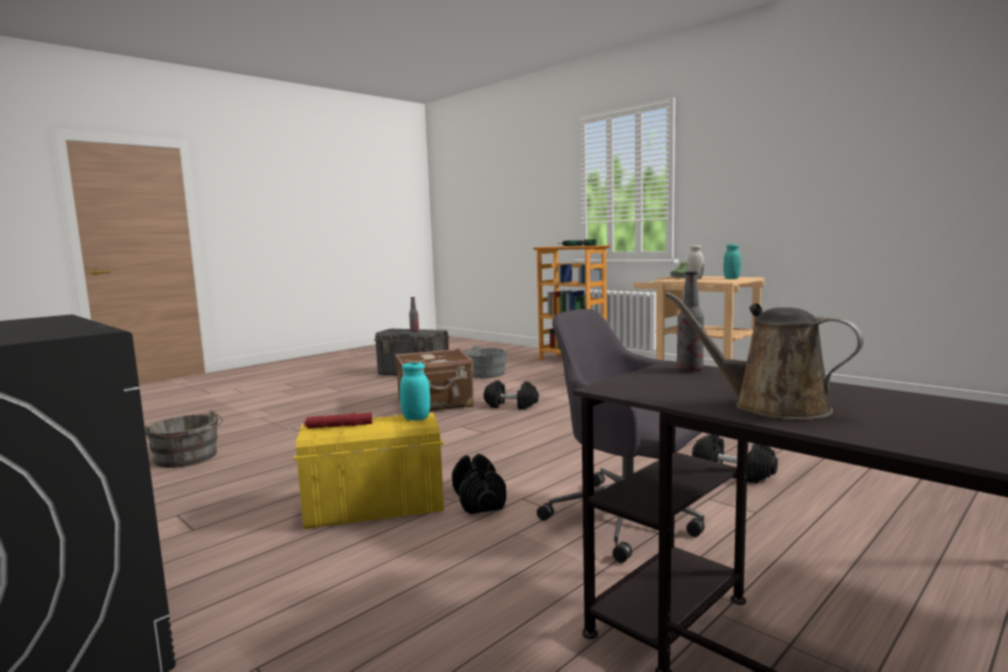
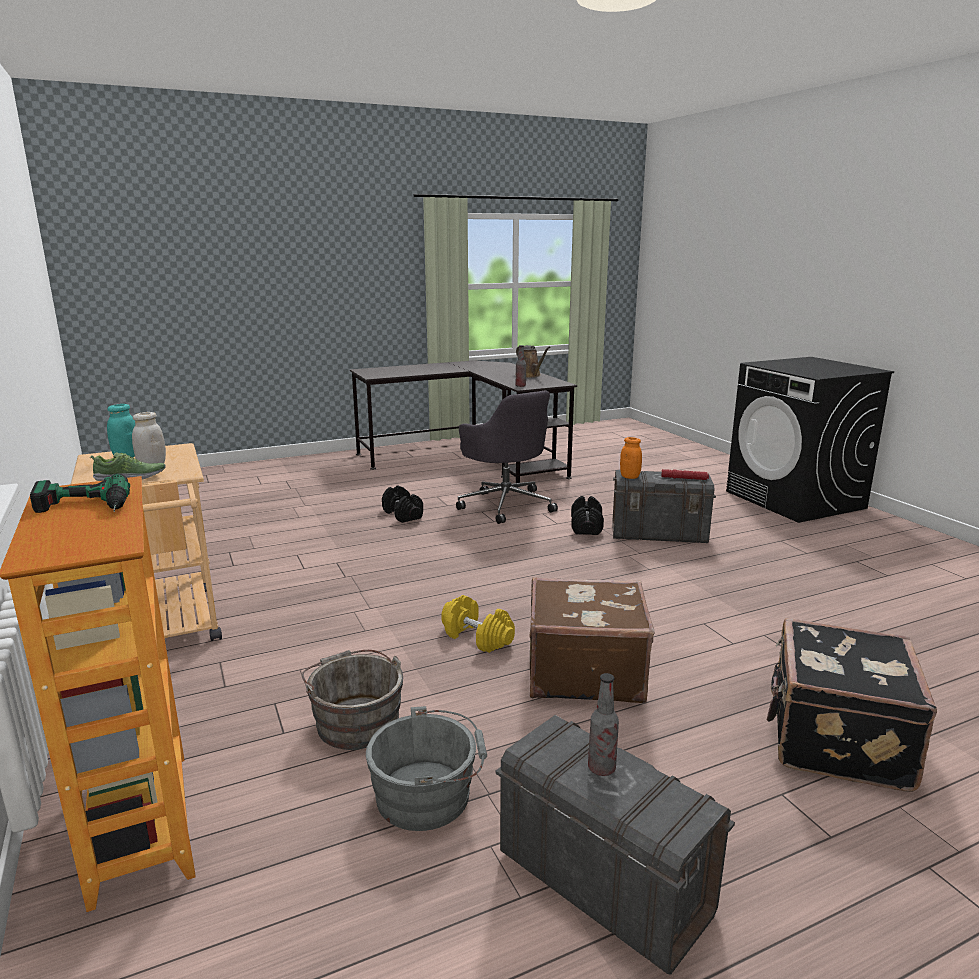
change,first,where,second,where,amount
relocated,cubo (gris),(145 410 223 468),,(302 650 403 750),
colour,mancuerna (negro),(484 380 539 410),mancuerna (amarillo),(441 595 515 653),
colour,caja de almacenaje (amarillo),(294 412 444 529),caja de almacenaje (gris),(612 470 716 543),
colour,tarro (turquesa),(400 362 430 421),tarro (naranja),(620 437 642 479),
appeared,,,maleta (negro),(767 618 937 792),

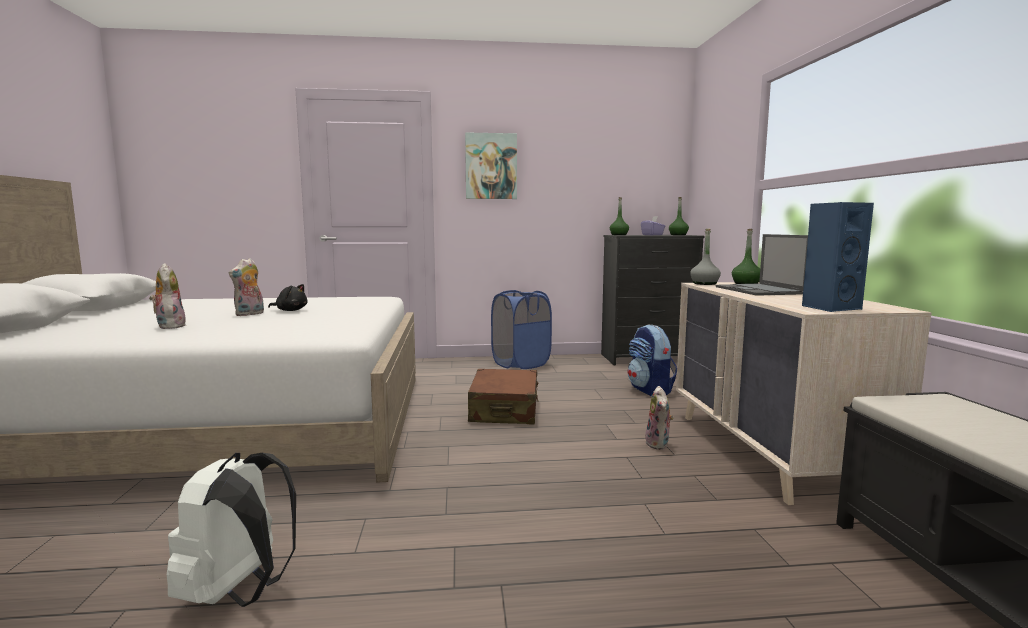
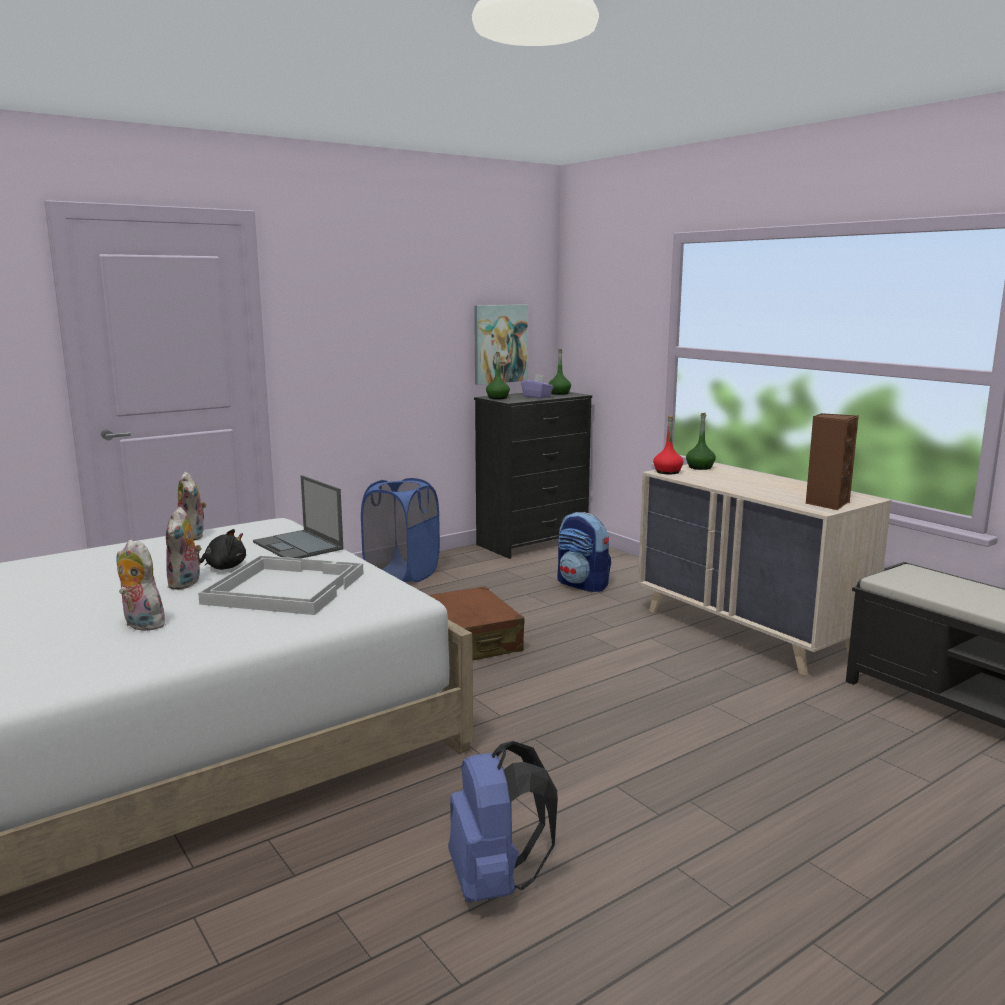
change,first,where,second,where,amount
relocated,peluche,(645 386 674 450),,(178 472 206 541),
appeared,,,bandeja (blanco),(198 555 364 615),
relocated,portátil,(715 234 808 296),,(253 475 343 559),
colour,mochila (blanco),(167 453 296 607),mochila (azul),(448 741 558 902),
relocated,cuadro,(465 132 517 199),,(474 304 528 385),
colour,botella (gris),(690 229 721 285),botella (rojo),(653 416 683 474),
colour,altavoz (azul),(802 202 874 312),altavoz (marrón),(805 413 859 510),

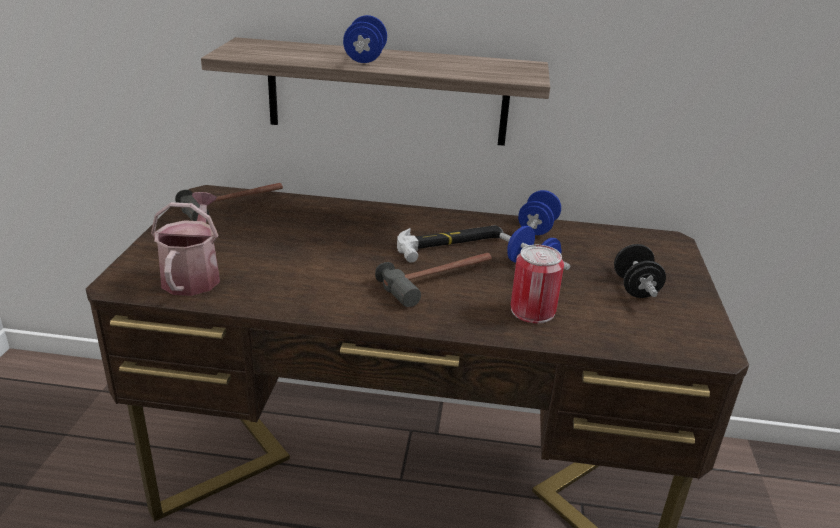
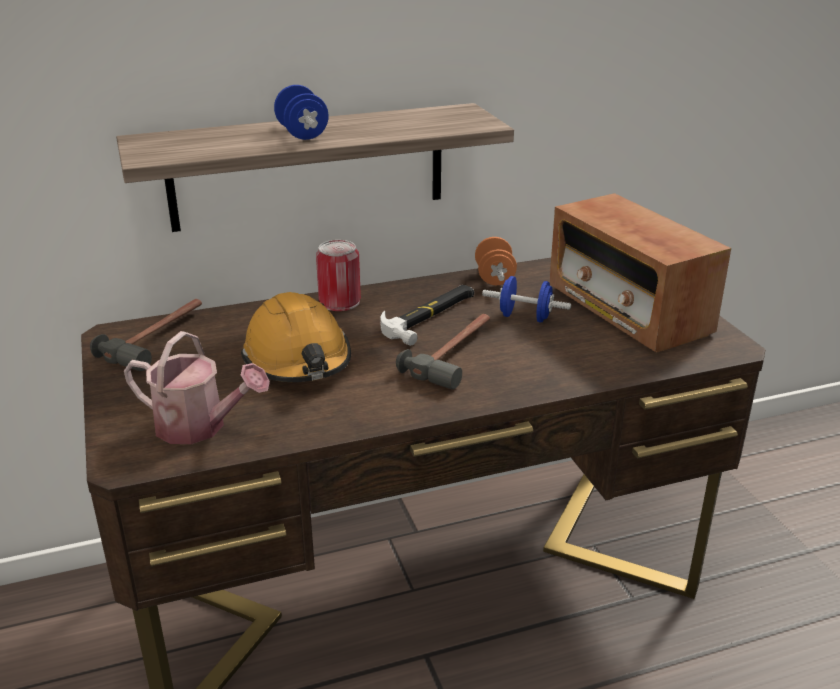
change,first,where,second,where,amount
spun,regadera,(151 192 220 296),,(124 331 270 444),135 degrees clockwise
appeared,,,casco (naranja),(241 292 351 382),
relocated,lata,(511 245 564 323),,(316 240 361 311),
colour,mancuerna (azul),(518 190 561 235),mancuerna (naranja),(475 237 517 285),
exchanged,mancuerna (negro),(614 244 666 298),radio,(549 193 731 353),

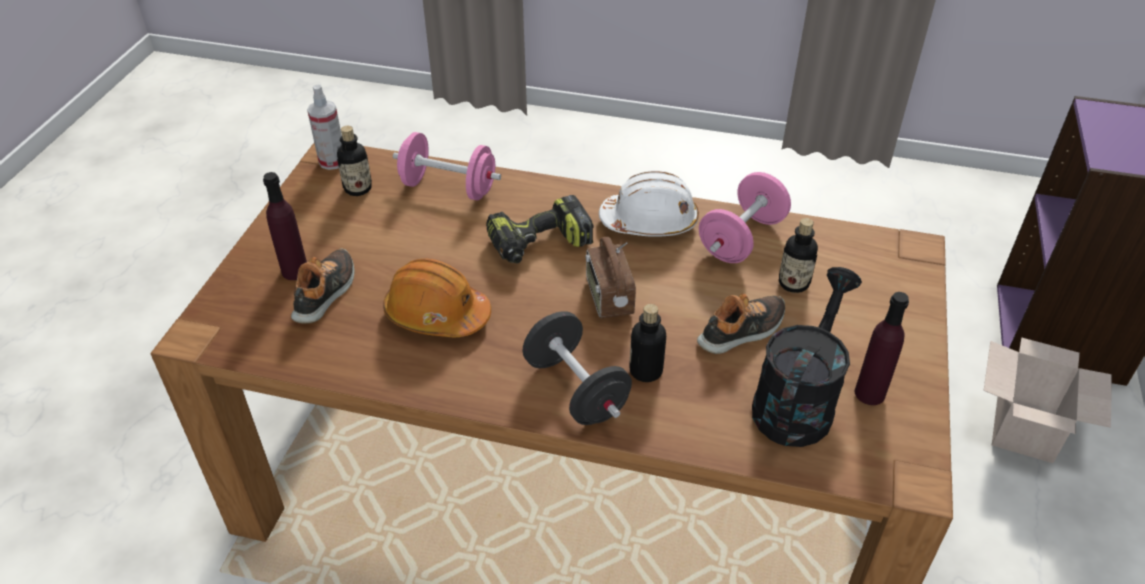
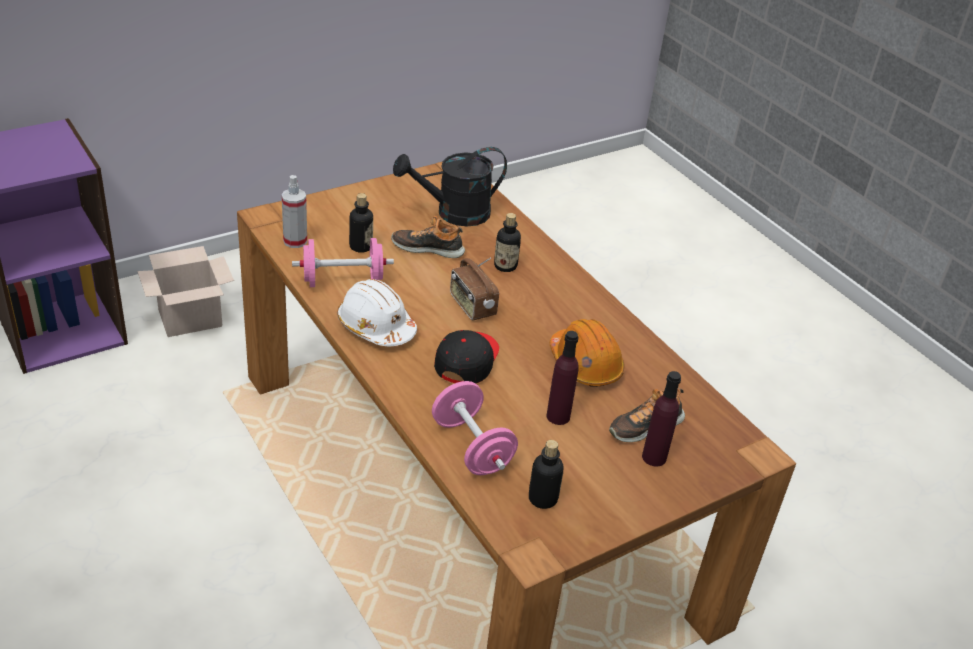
change,first,where,second,where,amount
relocated,pulverizador,(307 85 342 170),,(282 175 307 248),
exchanged,taladro,(486 195 594 264),gorra (negro),(434 330 499 383),
spun,radio,(585 237 636 318),,(450 258 499 321),120 degrees clockwise
relocated,botella (morado),(855 292 909 405),,(547 331 578 425),
missing,mancuerna (negro),(523 311 632 425),,,

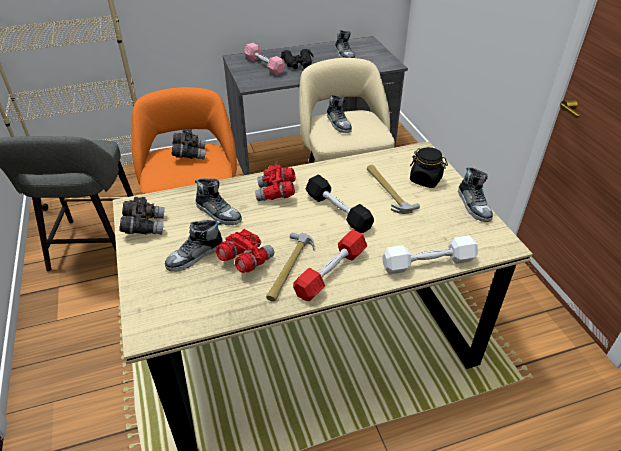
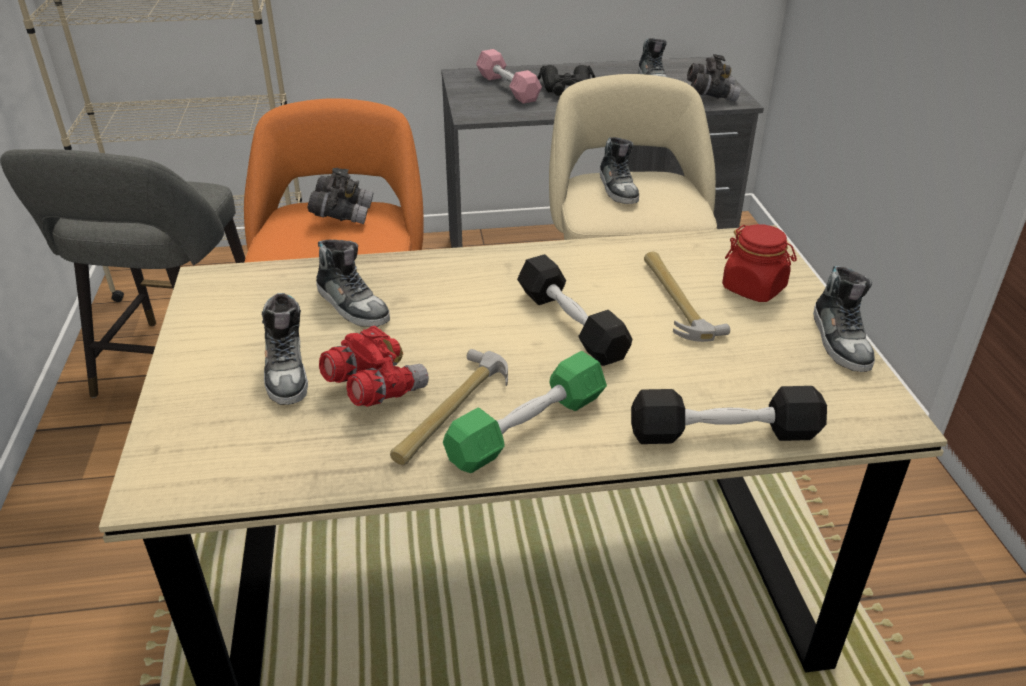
change,first,where,second,where,amount
spun,zapato,(165 220 223 272),,(262 293 308 405),75 degrees counterclockwise
colour,mancuerna (rojo),(293 229 367 301),mancuerna (verde),(443 351 607 473),
colour,mancuerna (blanco),(382 235 478 274),mancuerna (negro),(631 386 827 444),
relocated,prismáticos (gris),(119 197 165 235),,(687 54 741 101),
colour,tarro (negro),(410 147 448 188),tarro (rojo),(722 224 797 302),
missing,prismáticos (rojo),(255 165 296 201),,,

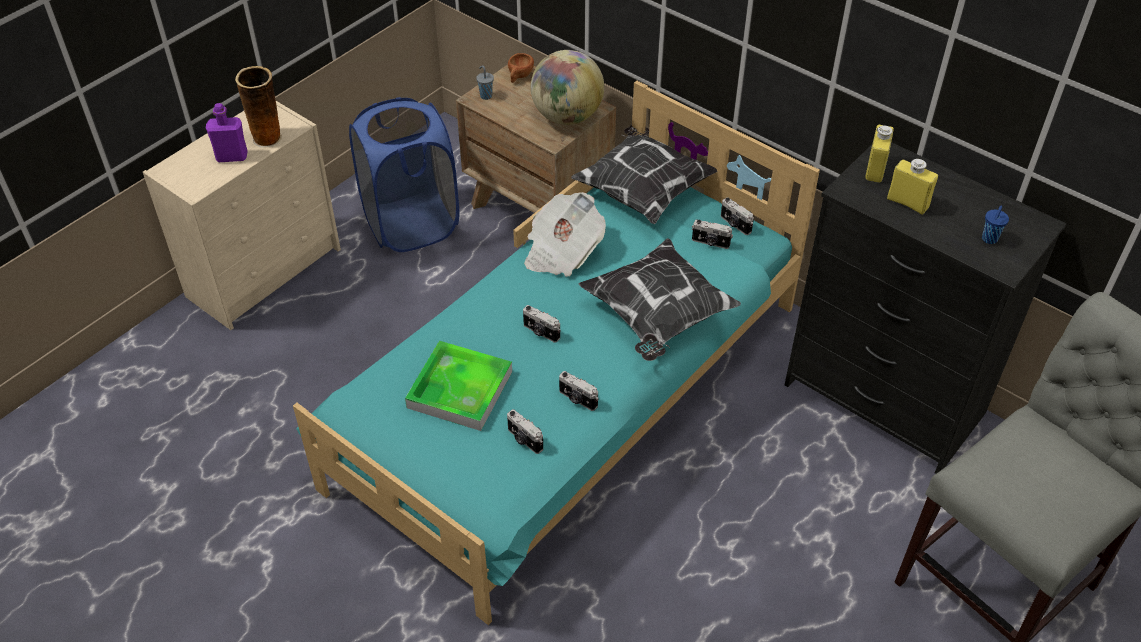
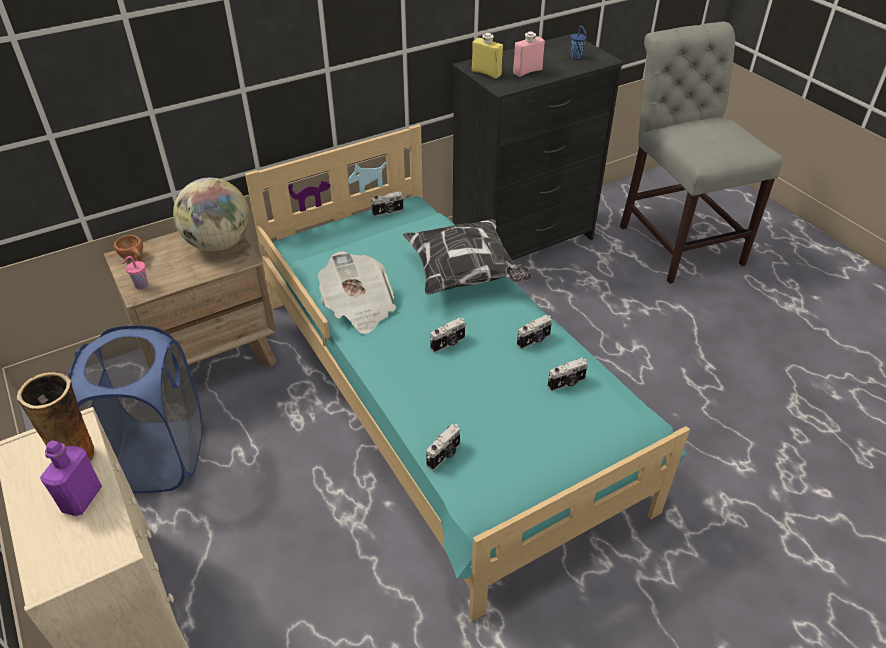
change,first,where,second,where,amount
colour,taza (gris),(476 65 494 100),taza (rosa),(122 256 148 290),
relocated,cámara,(692 220 733 249),,(426 424 460 470),
colour,botella (amarillo),(887 159 938 215),botella (rosa),(513 31 545 77),
missing,bandeja,(405 341 512 431),,,
missing,cojín,(571 124 718 224),,,

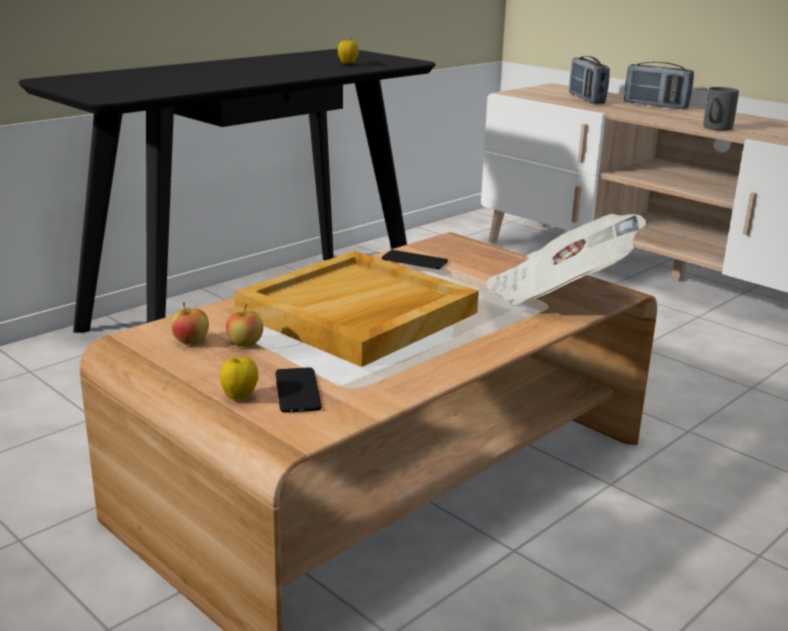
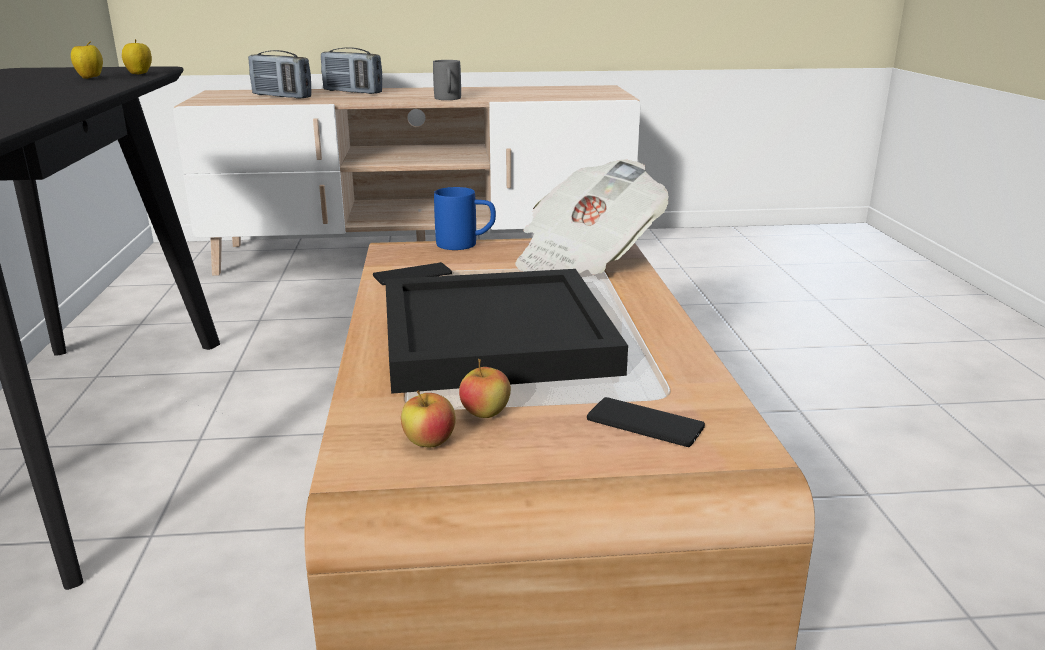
change,first,where,second,where,amount
relocated,manzana,(220 356 258 400),,(122 39 152 74),
spun,radio,(624 62 694 109),,(321 47 382 94),45 degrees clockwise
colour,bandeja (beis),(234 251 479 367),bandeja (negro),(385 269 628 394),
appeared,,,taza grande (azul),(434 187 496 250),

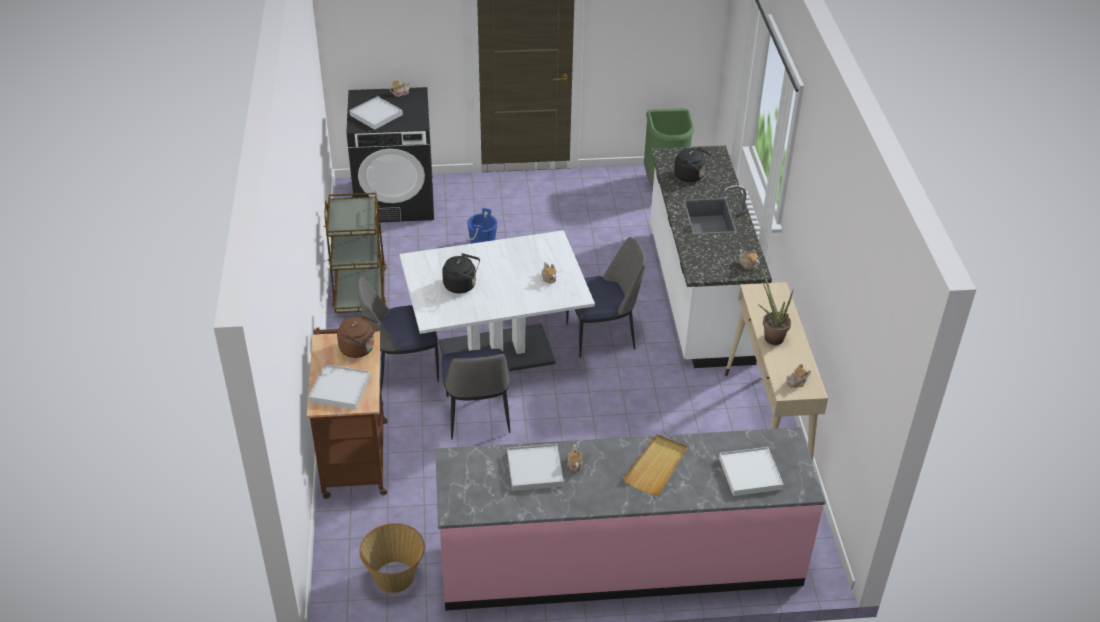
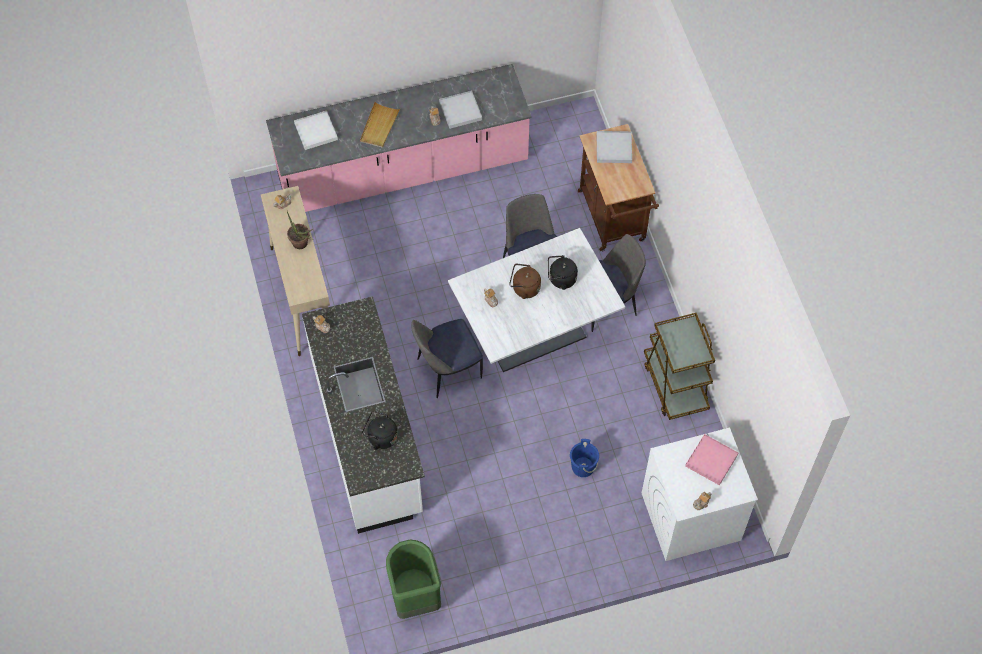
change,first,where,second,where,amount
relocated,hervidor (marrón),(337 315 379 358),,(509 264 541 299),
colour,lavadora (negro),(346 87 434 222),lavadora (blanco),(642 427 758 561),
colour,bandeja (blanco),(349 96 403 130),bandeja (rosa),(685 434 738 485),
missing,cesta,(360 523 425 593),,,

